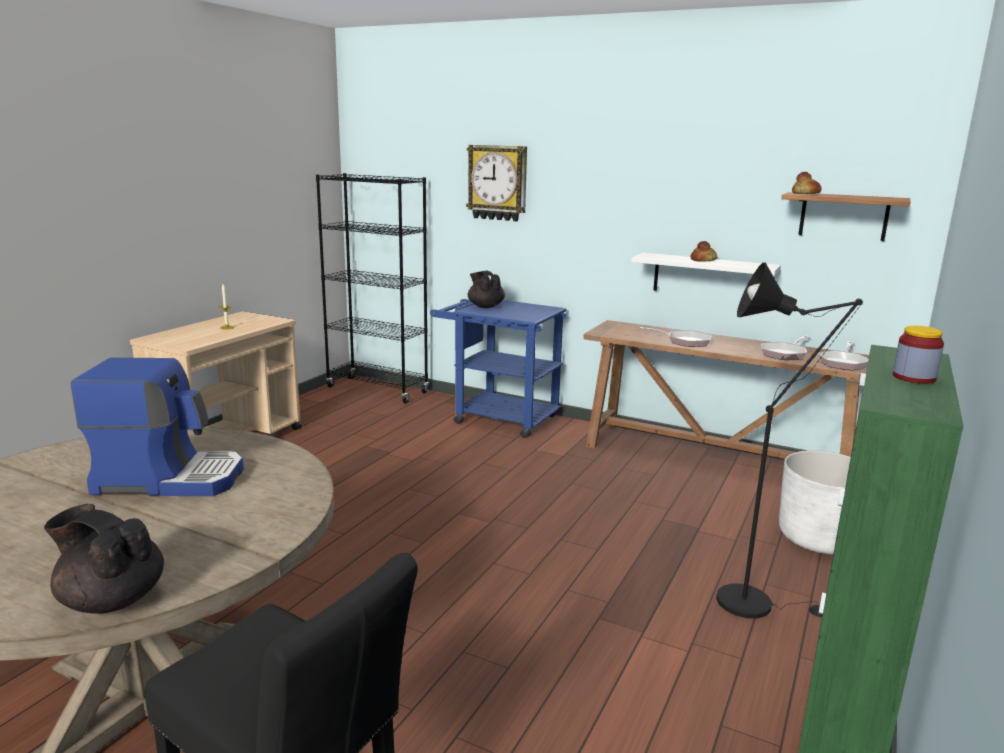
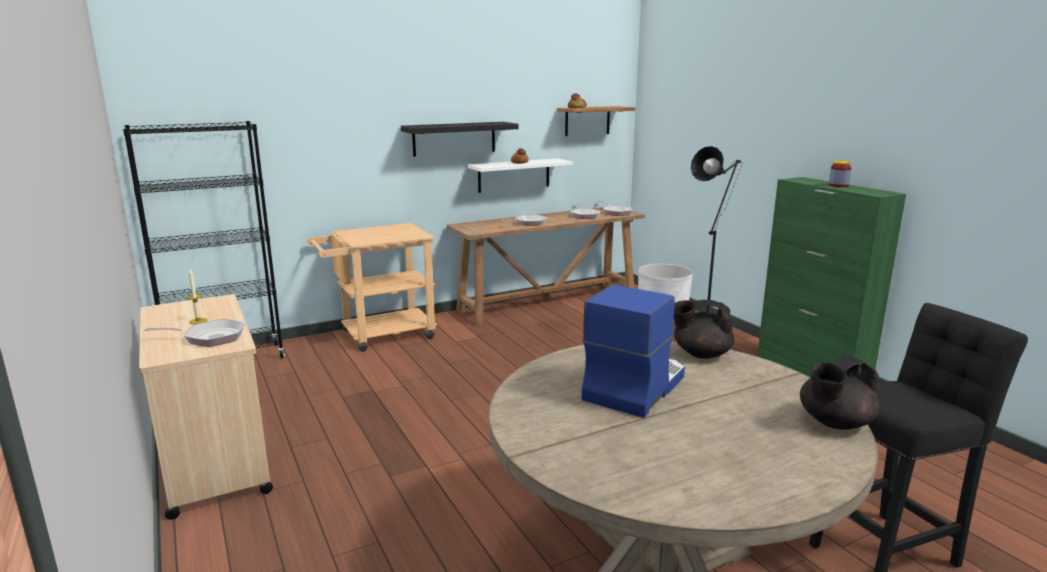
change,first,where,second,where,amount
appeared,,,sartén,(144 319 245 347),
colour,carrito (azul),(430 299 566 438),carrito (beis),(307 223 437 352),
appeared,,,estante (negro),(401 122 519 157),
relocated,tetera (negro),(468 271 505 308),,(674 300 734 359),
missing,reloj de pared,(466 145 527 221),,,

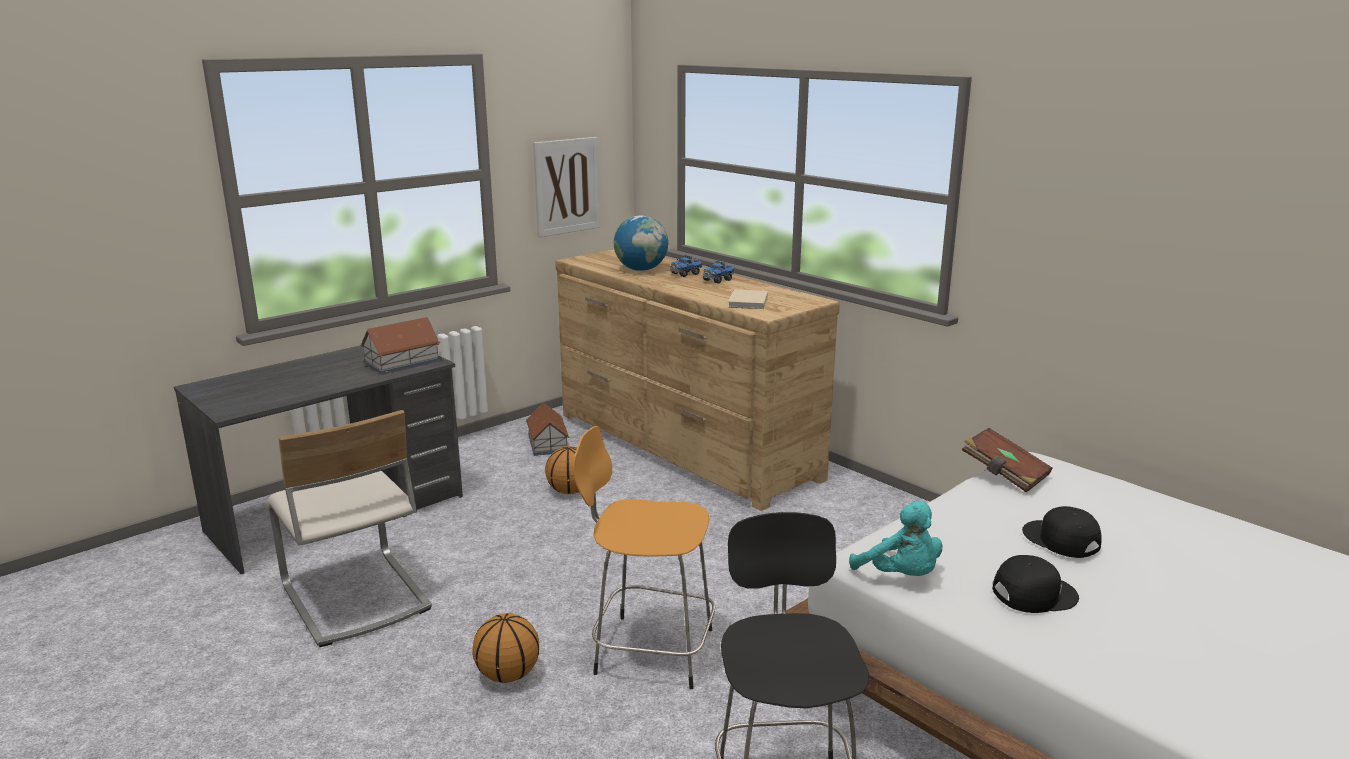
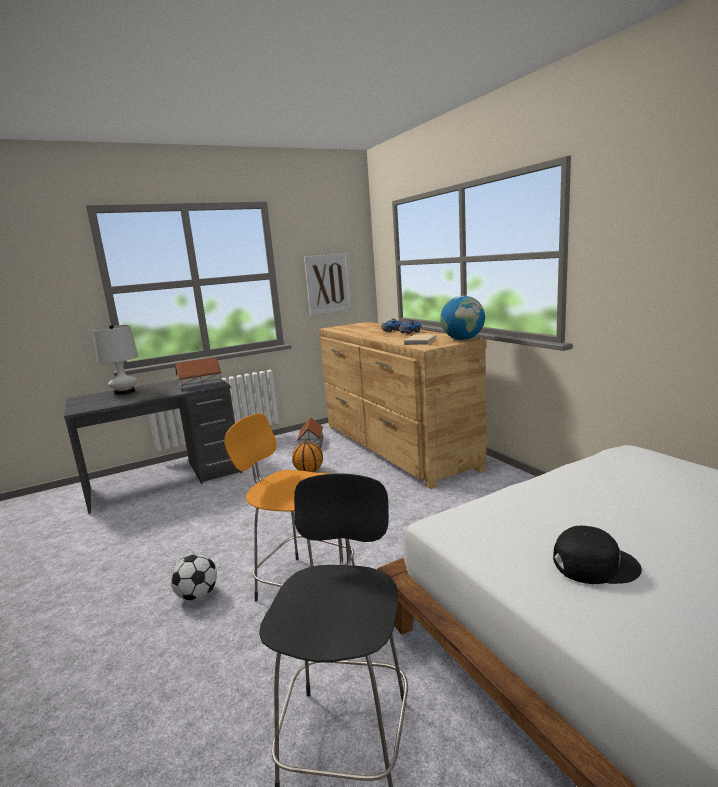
change,first,where,second,where,amount
appeared,,,lámpara de mesa (blanco),(93 325 138 395),
exchanged,balón de baloncesto,(472 613 539 683),balón de fútbol,(170 554 217 601),
relocated,globo terráqueo,(614 215 668 271),,(440 296 485 340),
missing,silla (beis),(267 410 432 647),,,
missing,peluche (turquesa),(849 501 942 576),,,
missing,libro (marrón),(962 428 1053 492),,,
missing,gorra (negro),(1022 506 1102 558),,,

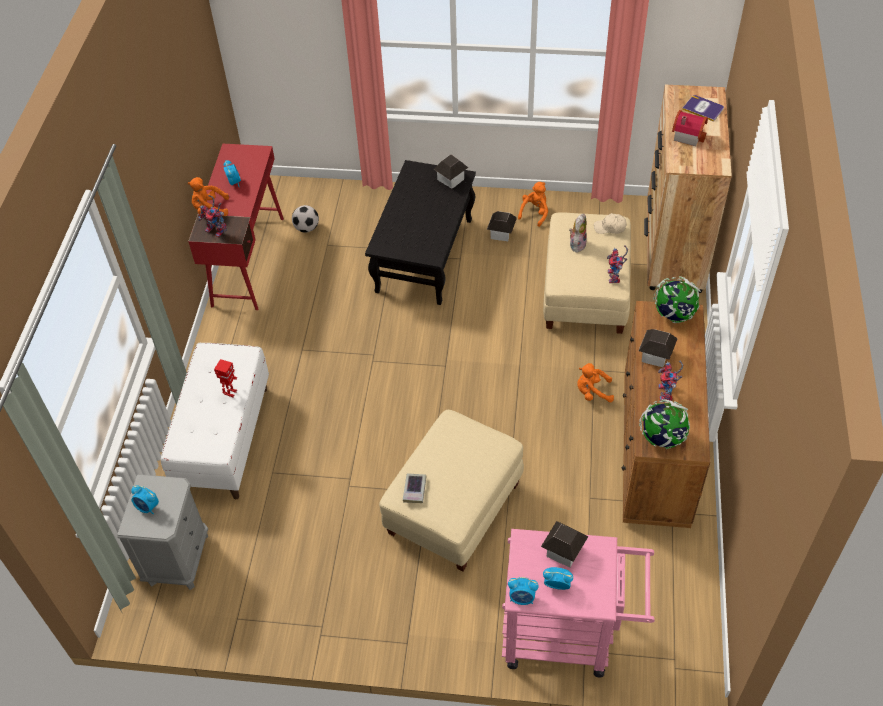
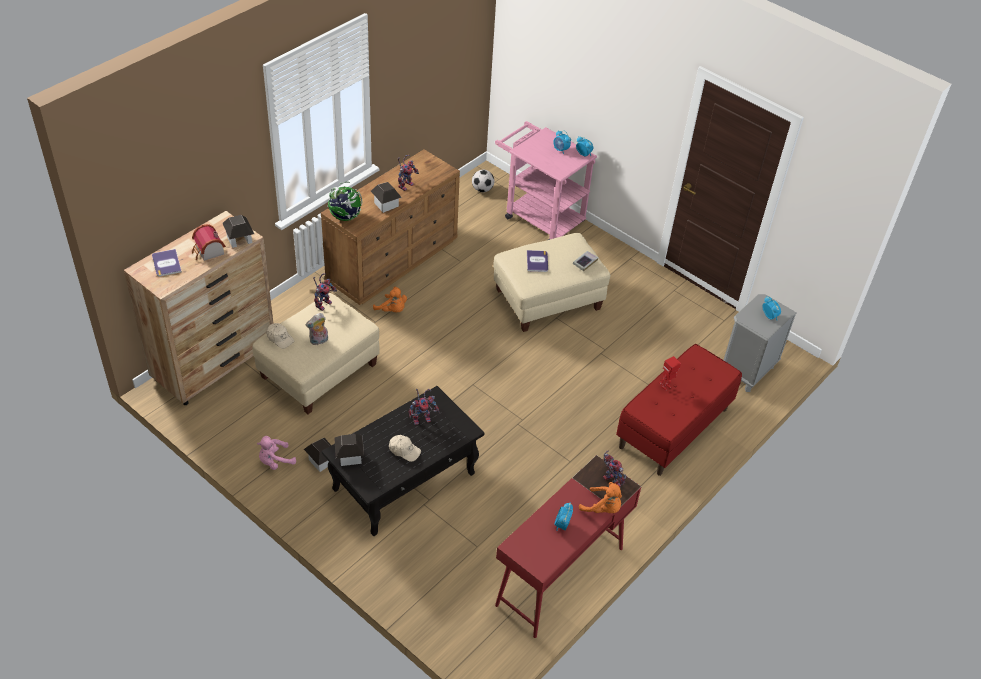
change,first,where,second,where,amount
relocated,casita,(541 521 589 568),,(223 215 254 248),
colour,peluche (naranja),(518 182 548 227),peluche (rosa),(257 436 296 470),
appeared,,,gorra (beis),(389 435 421 462),
appeared,,,robot de juguete,(409 389 440 425),
relocated,balón de fútbol,(292 205 319 233),,(472 170 494 192),
appeared,,,libro,(527 250 548 272),
colour,banco (blanco),(161 343 269 499),banco (rojo),(616 344 742 476),
missing,globo terráqueo,(639 399 690 449),,,

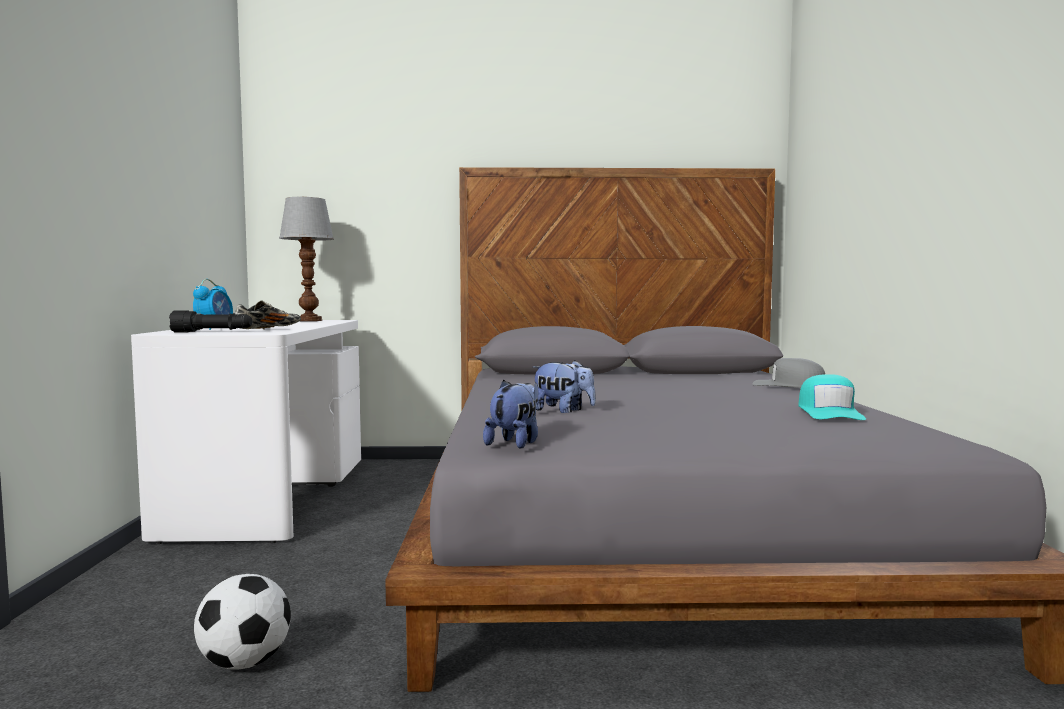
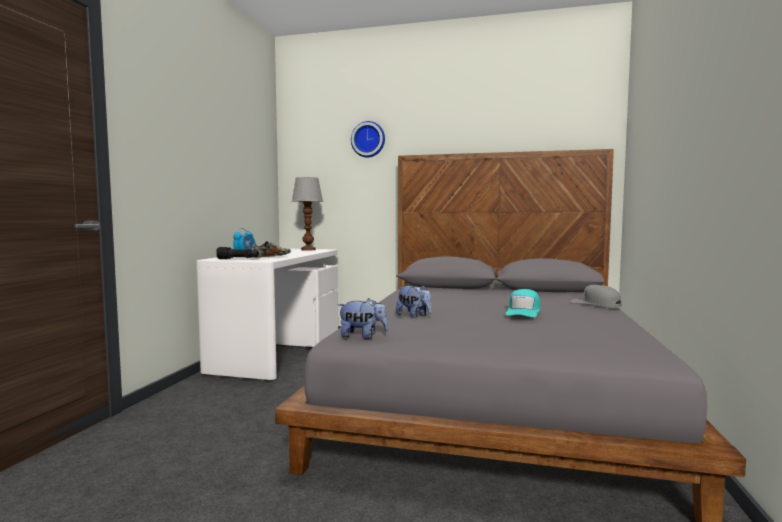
change,first,where,second,where,amount
spun,peluche,(483 380 538 449),,(338 298 388 339),60 degrees clockwise
appeared,,,reloj de pared,(351 121 385 157),
relocated,gorra (turquesa),(798 374 866 420),,(506 289 540 317),
missing,balón de fútbol,(194 574 291 669),,,

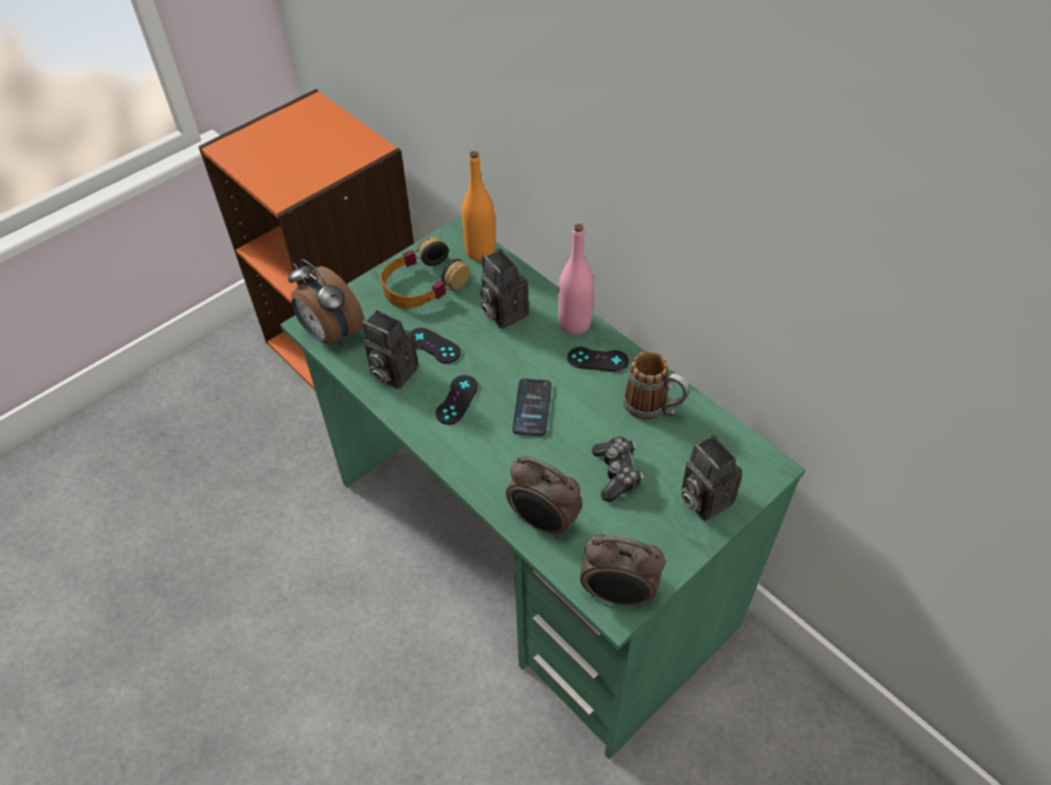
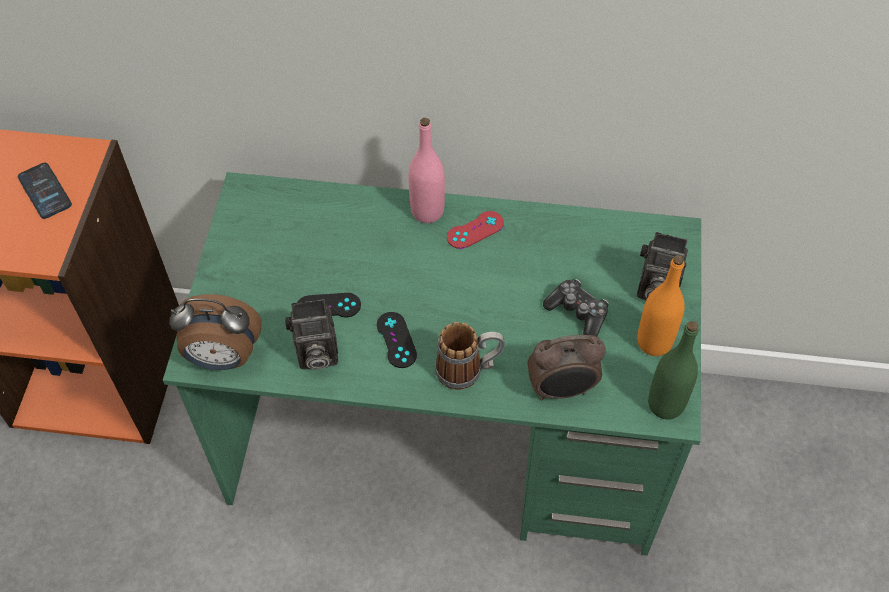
change,first,where,second,where,amount
relocated,móvil,(513 379 552 436),,(18 163 72 219),
relocated,taza grande,(623 351 690 419),,(435 322 505 390),
colour,mando de consola (negro),(567 347 629 372),mando de consola (rojo),(447 211 504 249),
relocated,botella (naranja),(462 151 496 261),,(637 255 685 356),
exchanged,despertador,(580 534 665 608),botella (verde),(648 321 699 419),
missing,auriculares,(380 237 470 309),,,
missing,cámara,(480 250 529 329),,,

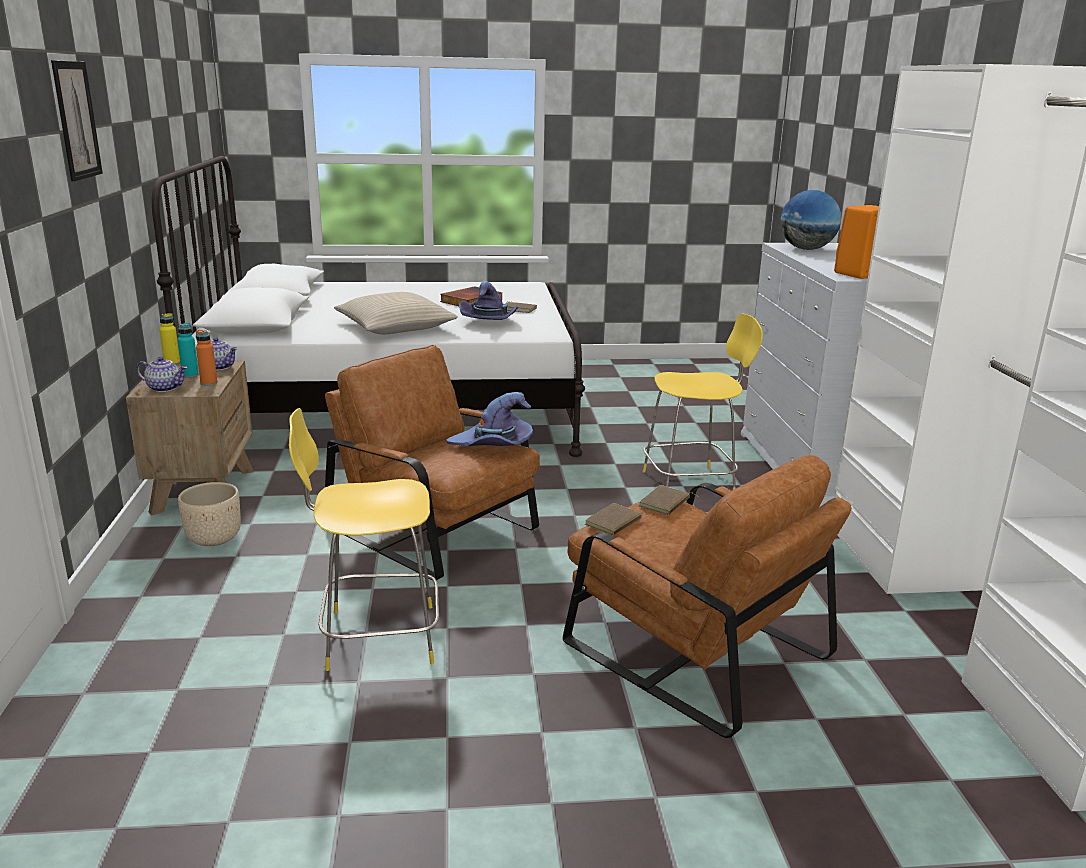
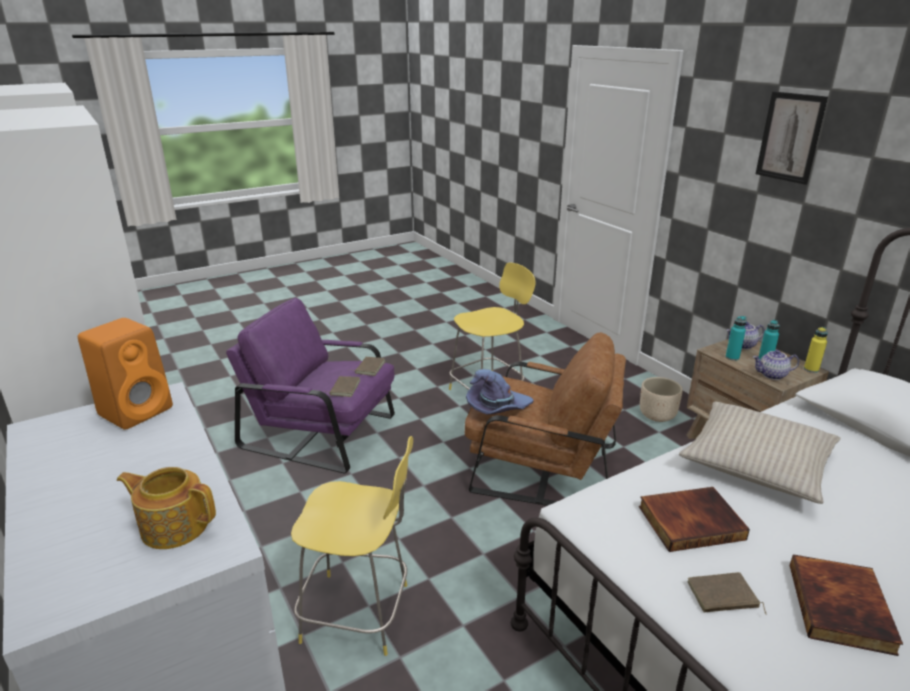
change,first,where,second,where,amount
exchanged,globo terráqueo,(781 190 841 250),tetera,(117 467 216 549),
colour,sillón (marrón),(563 455 852 738),sillón (morado),(226 298 395 474),
spun,silla (amarillo),(643 313 763 490),,(291 436 413 656),135 degrees counterclockwise
exchanged,sombrero (morado),(459 281 518 320),libro,(639 487 750 552),
colour,botella (naranja),(196 330 218 386),botella (turquesa),(725 316 747 361),

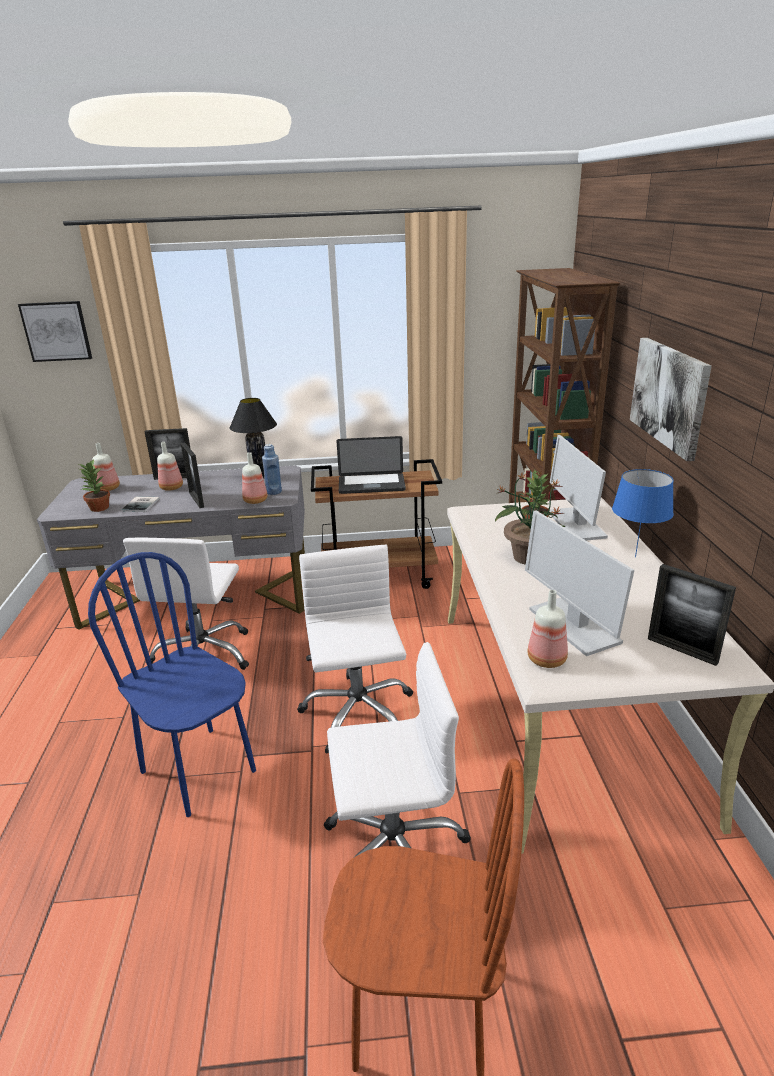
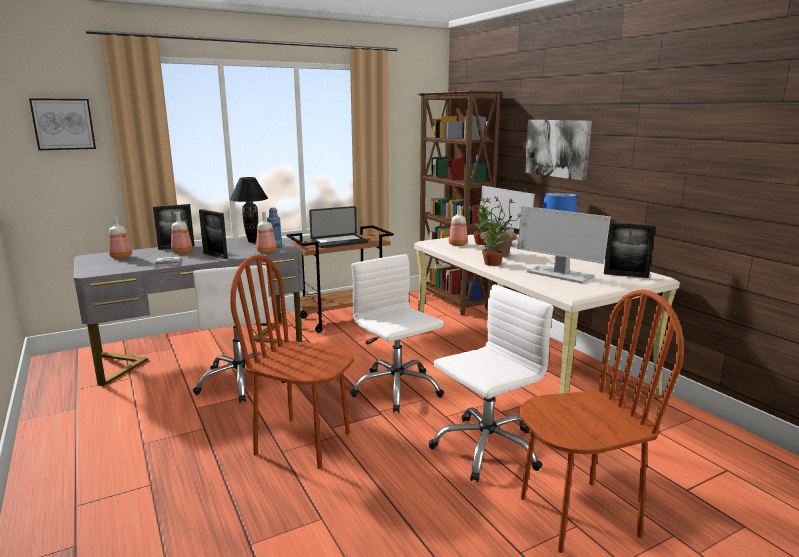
change,first,where,second,where,amount
colour,silla (azul),(88 552 256 817),silla (marrón),(230 255 354 469),
relocated,botella,(528 590 568 668),,(449 206 468 246),
relocated,planta en maceta,(79 459 110 512),,(482 219 504 266),

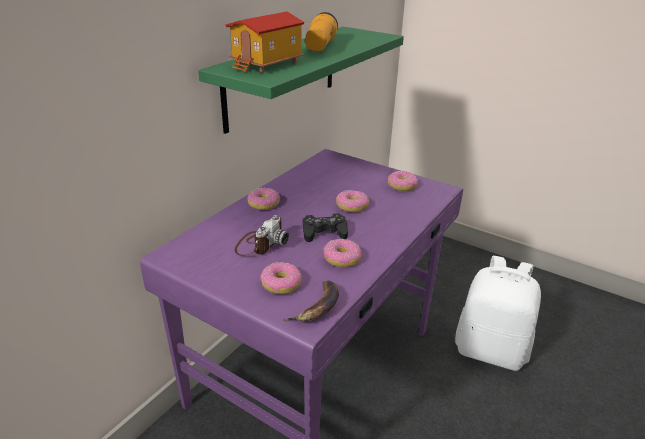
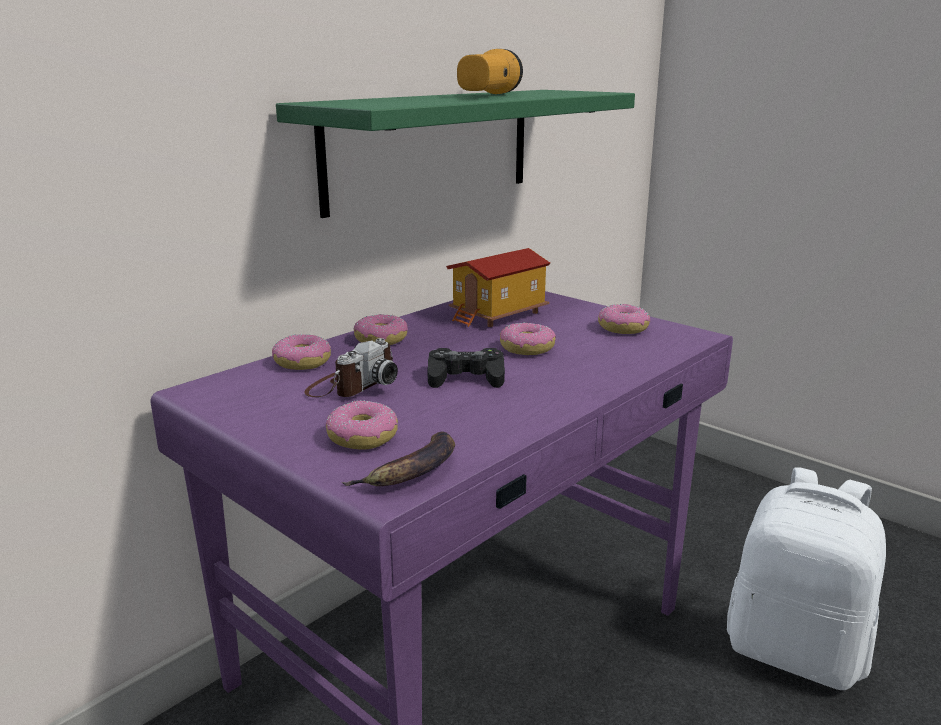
change,first,where,second,where,amount
relocated,rosquilla,(323 239 362 267),,(272 334 331 370),
relocated,casita,(225 11 305 73),,(446 248 550 327),

